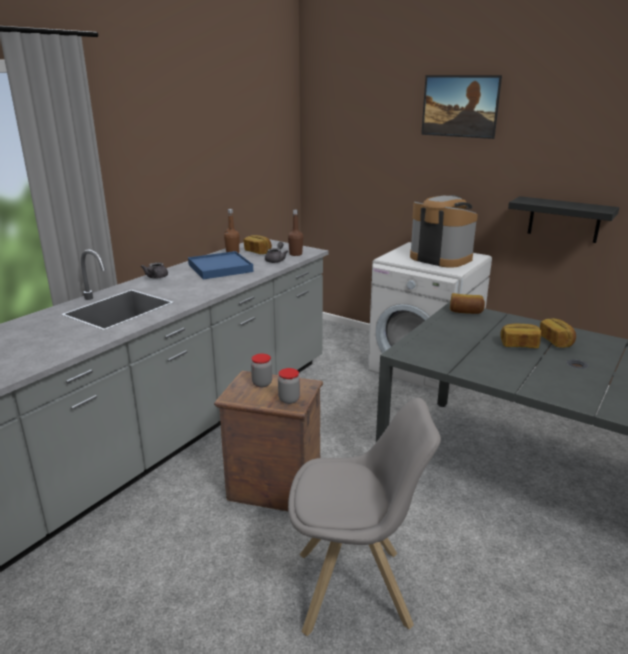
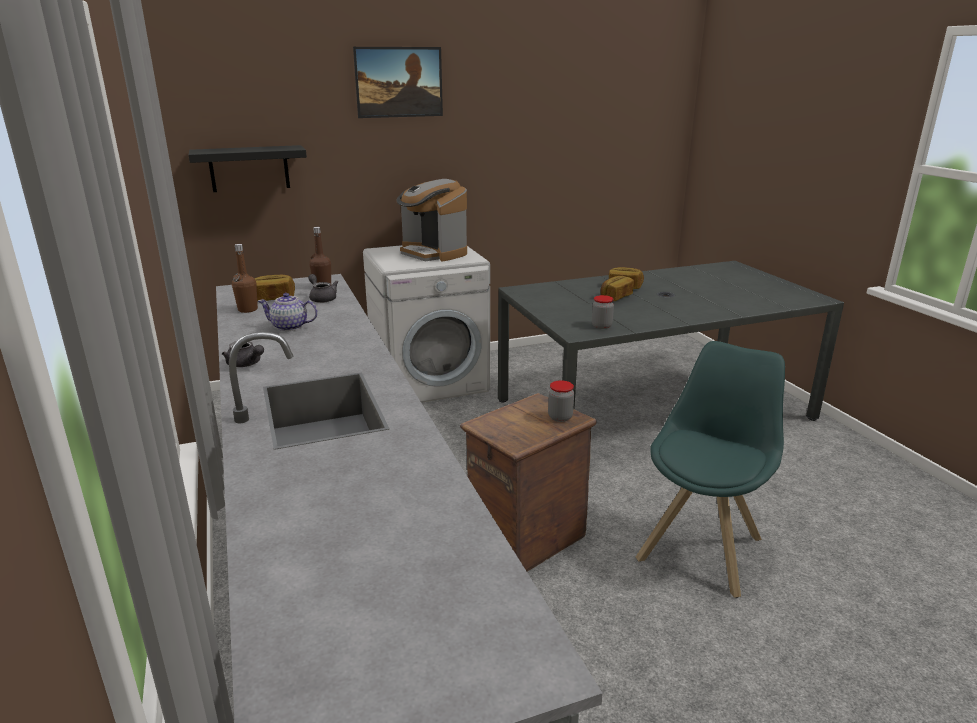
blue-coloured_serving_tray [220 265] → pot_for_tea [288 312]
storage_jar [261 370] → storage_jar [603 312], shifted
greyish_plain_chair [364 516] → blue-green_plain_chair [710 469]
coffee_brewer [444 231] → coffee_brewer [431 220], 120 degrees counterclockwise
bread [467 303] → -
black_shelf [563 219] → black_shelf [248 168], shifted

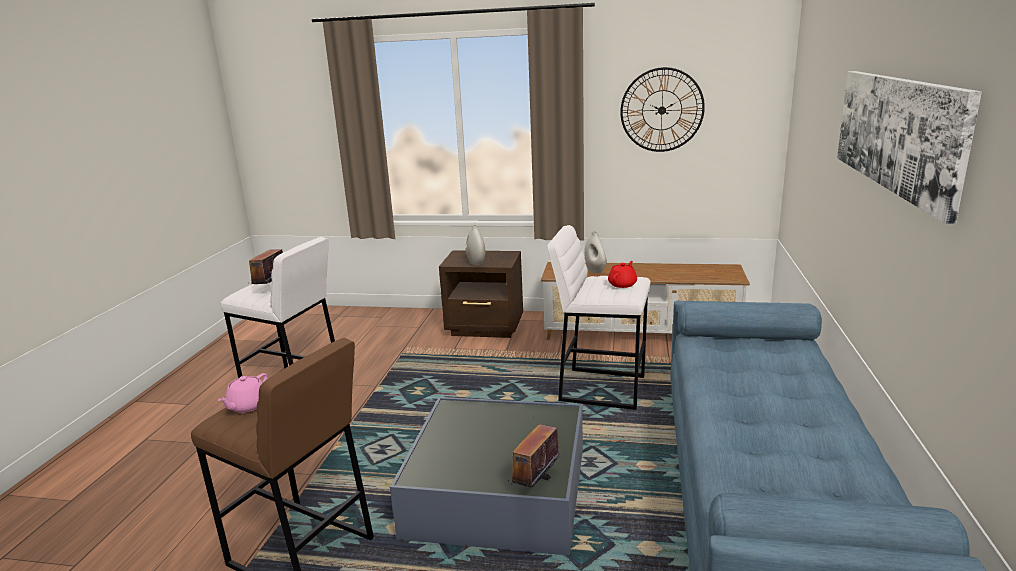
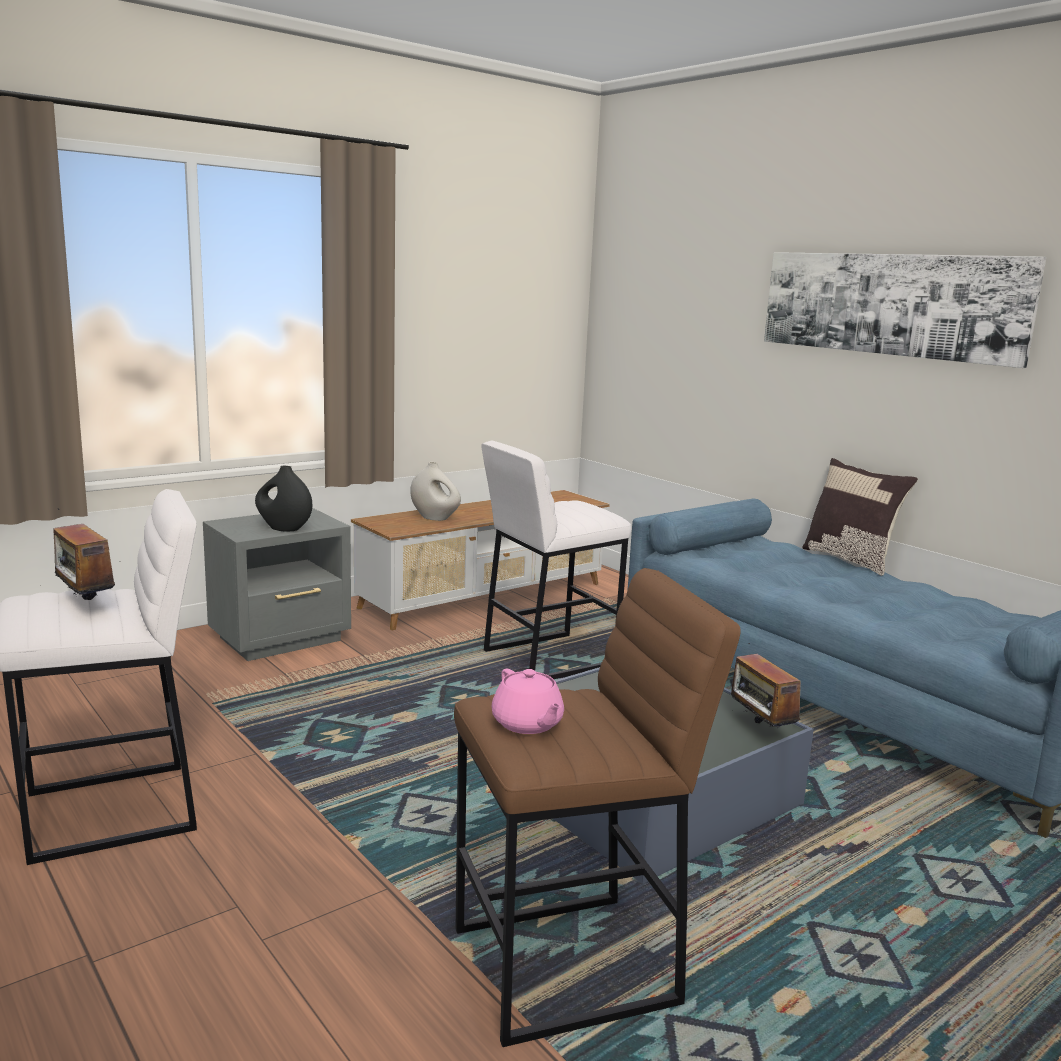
brown_nightstand [481 294] → greyish_nightstand [277 584]
whitish_flower_vase [475 244] → black_flower_vase [283 499]
red-coloured_pot_for_tea [622 274] → -
hanging_clock [662 109] → -
- → throw_pillow [860 517]

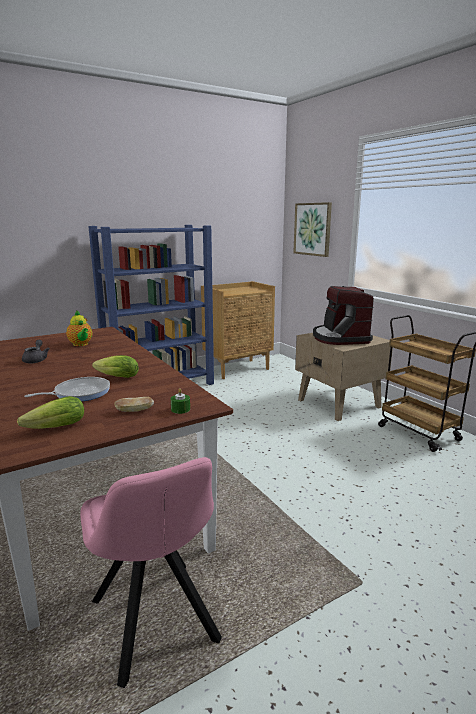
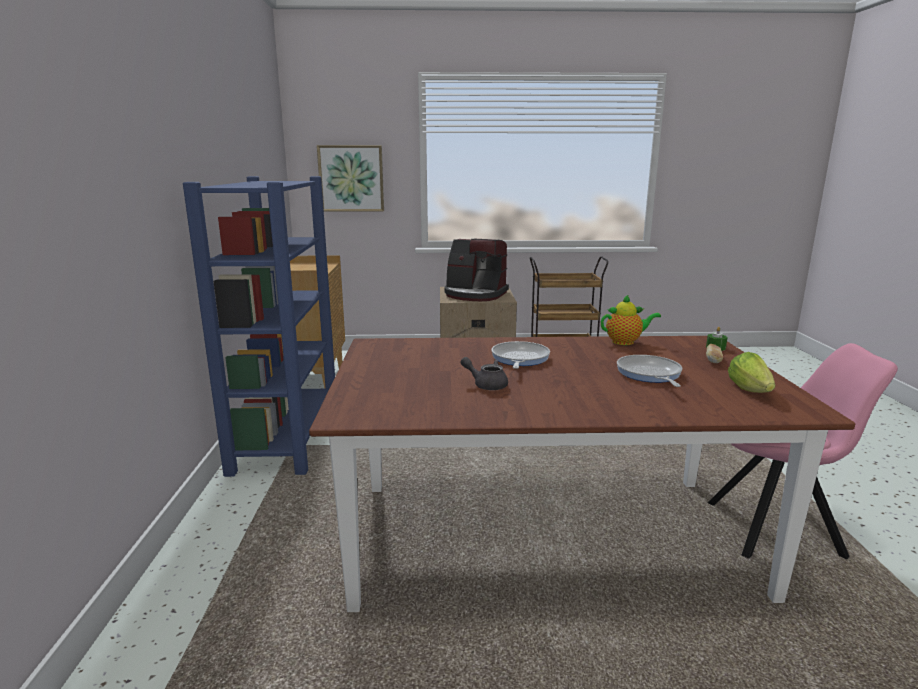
pot_for_tea [79 328] → pot_for_tea [631 319], shifted
head_of_lettuce [115 366] → -
- → skillet [521 355]

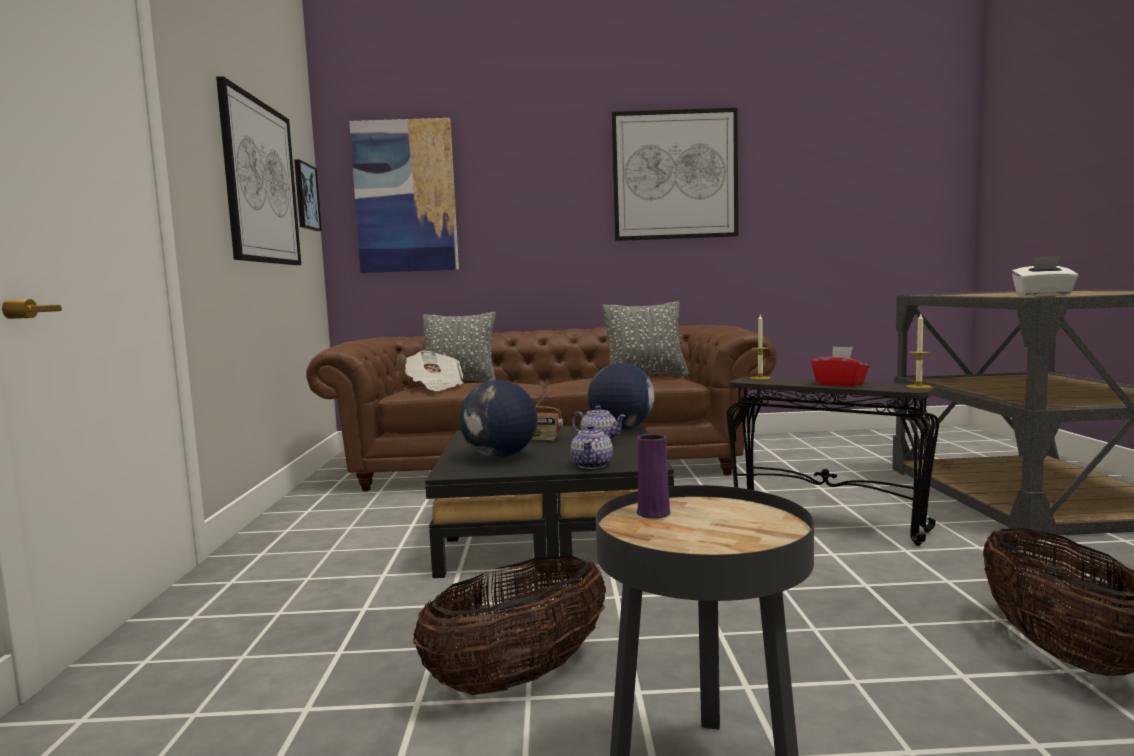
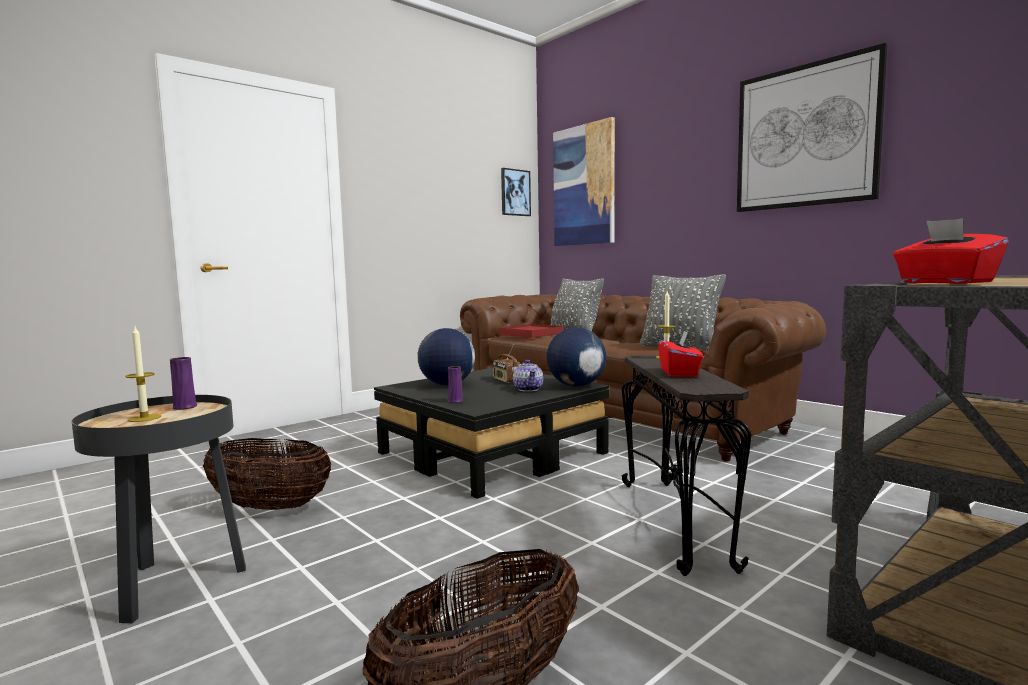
picture [258 170] → -
daily_paper [434 371] → red-coloured_serving_tray [531 331]
pot_for_tea [592 447] → purple_flower_vase [455 384]
wax_light [919 351] → wax_light [143 374], shifted
whitish_box_of_tissues [1045 276] → red-coloured_box_of_tissues [950 251]

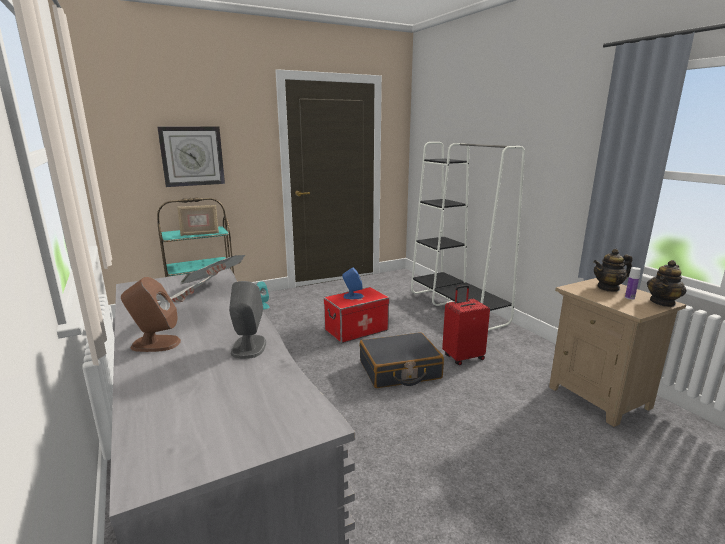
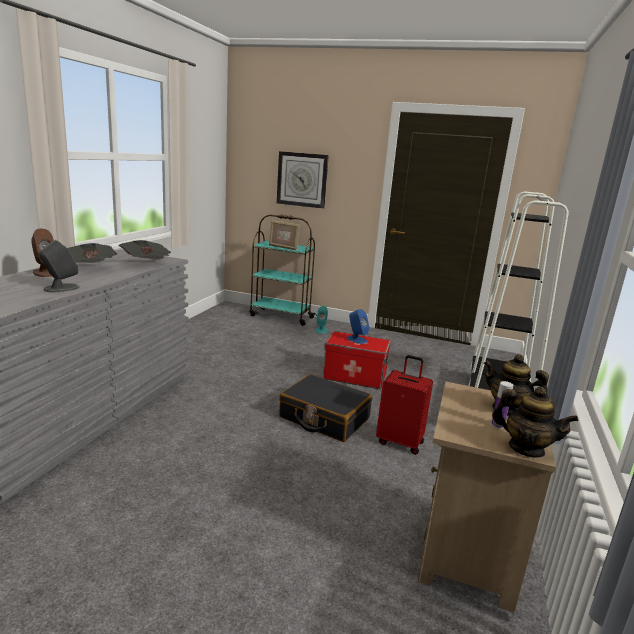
pot_for_tea [666 283] → pot_for_tea [535 422], 150 degrees counterclockwise

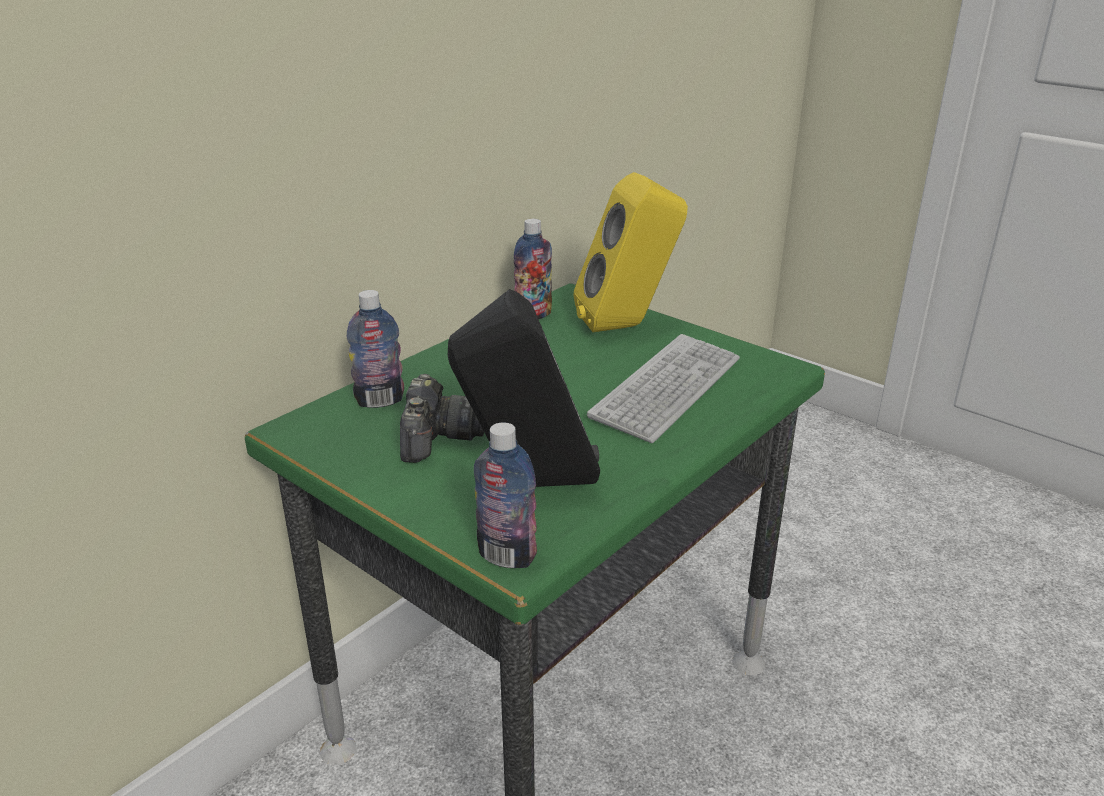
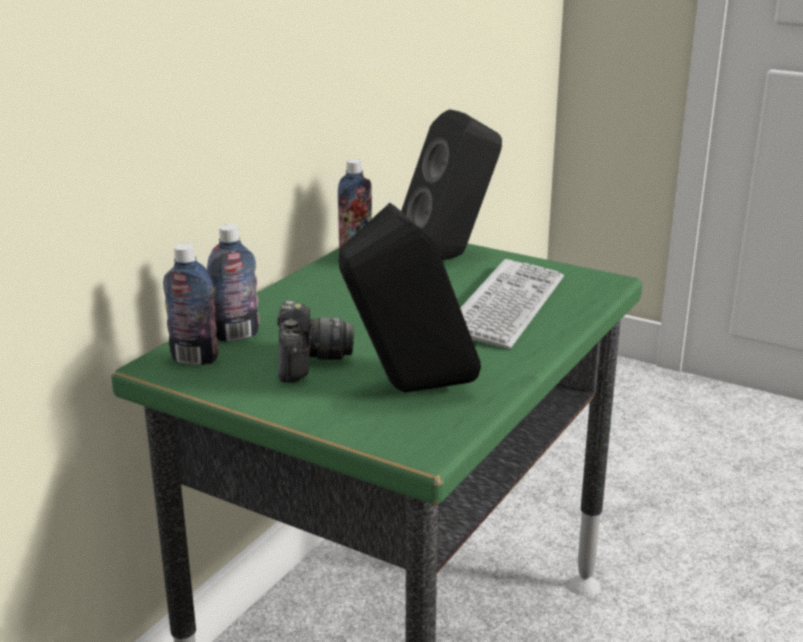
bottle [505 495] → bottle [190 304], shifted
yellowish_loudspeaker [630 252] → black_loudspeaker [451 184]

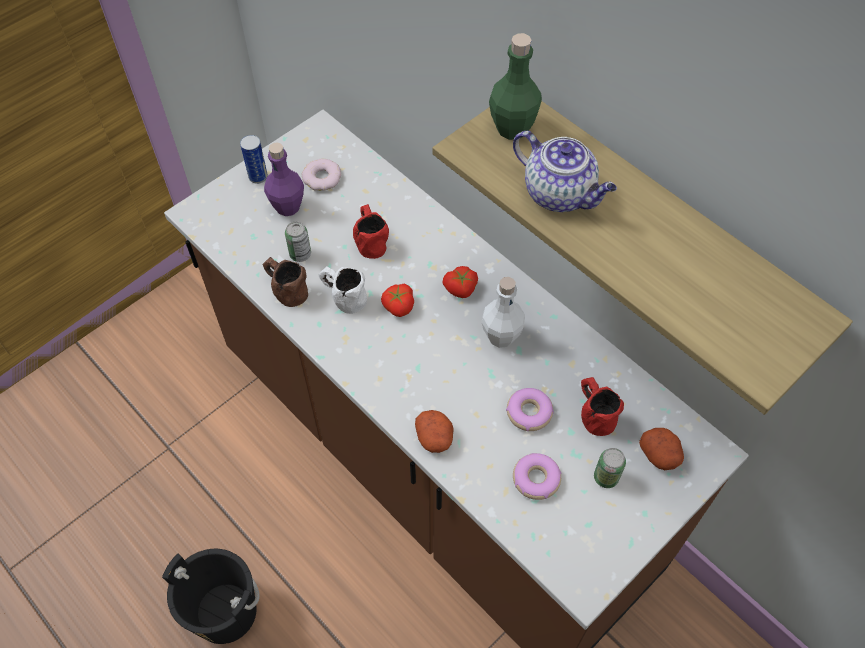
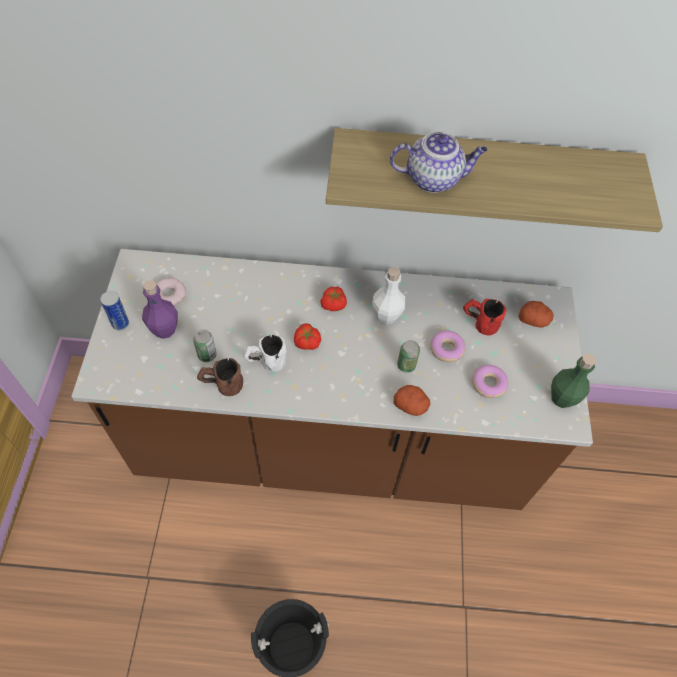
red-coloured_coffee_mug [371 231] → -
greenish_bottle [515 86] → greenish_bottle [573 381], shifted
metal_can [610 468] → metal_can [408 356], shifted

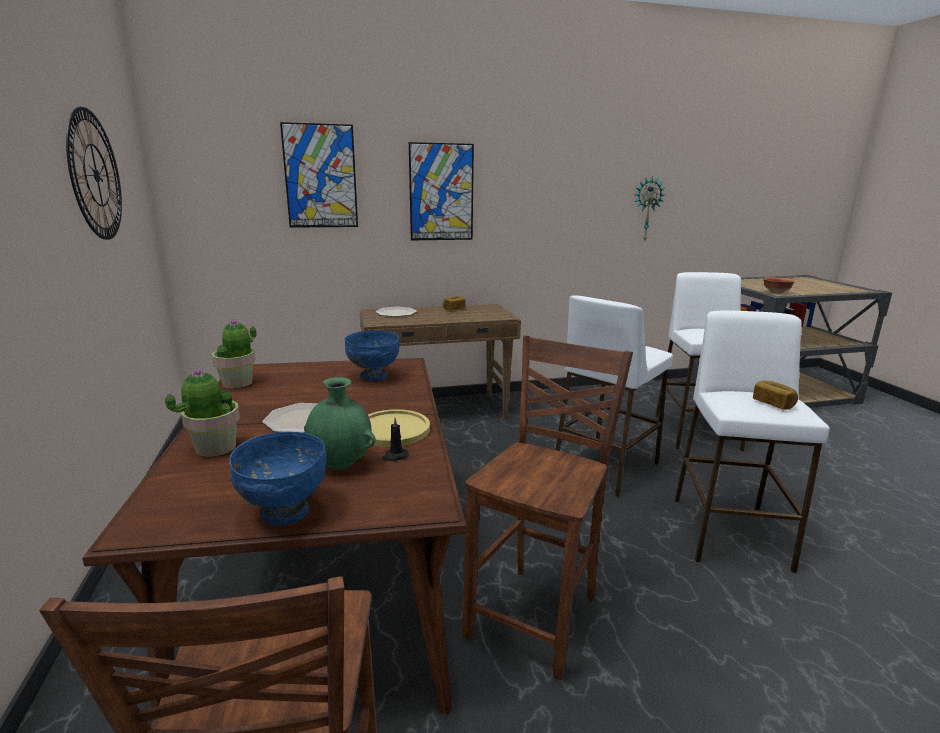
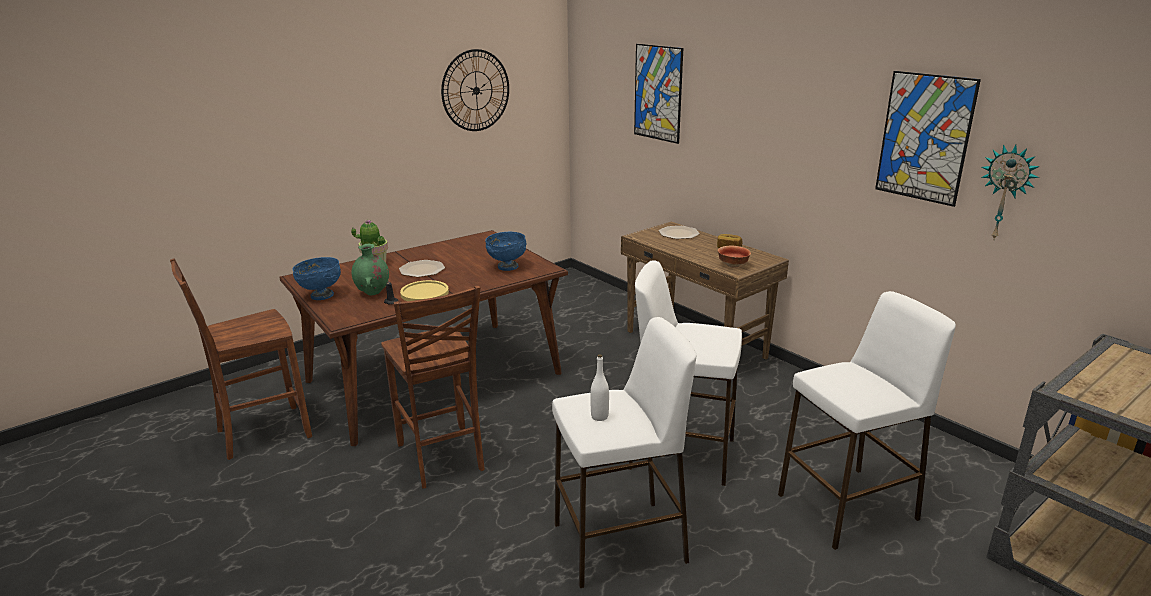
houseplant [234 354] → -
picture [441 191] → picture [928 139], shifted
brown_plain_chair [547 508] → brown_plain_chair [433 387], 60 degrees clockwise
bread [775 395] → whitish_bottle [600 387]
serving_bowl [779 285] → serving_bowl [734 257], shifted

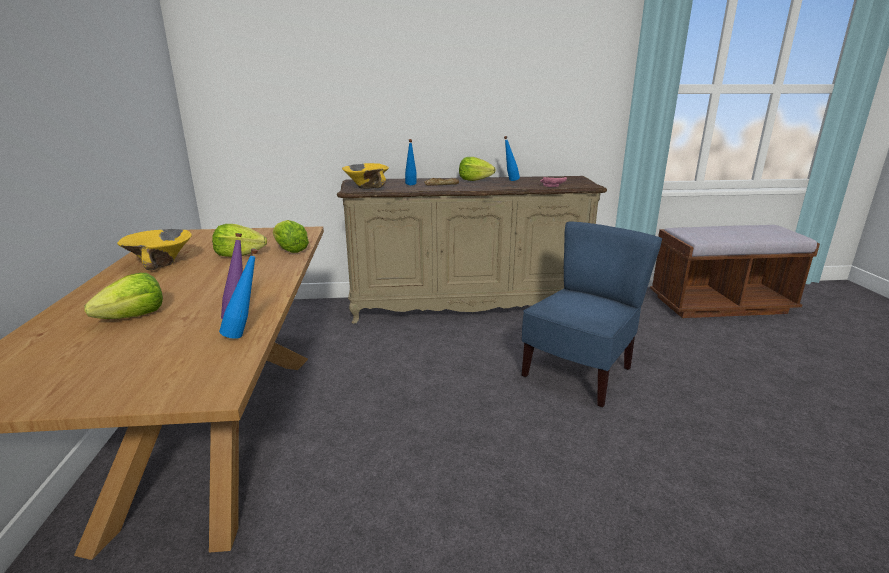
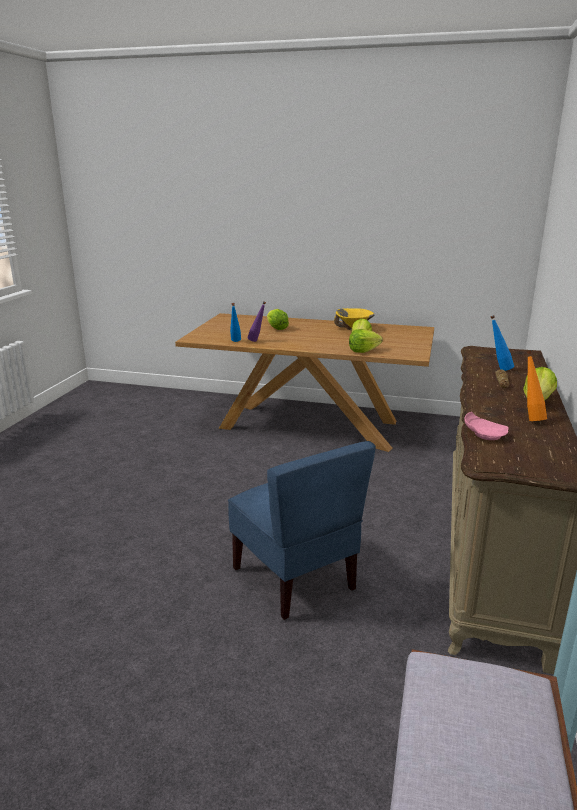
yellowish_serving_bowl [365 176] → -
blue-coloured_bottle [512 158] → orange_bottle [536 386]

